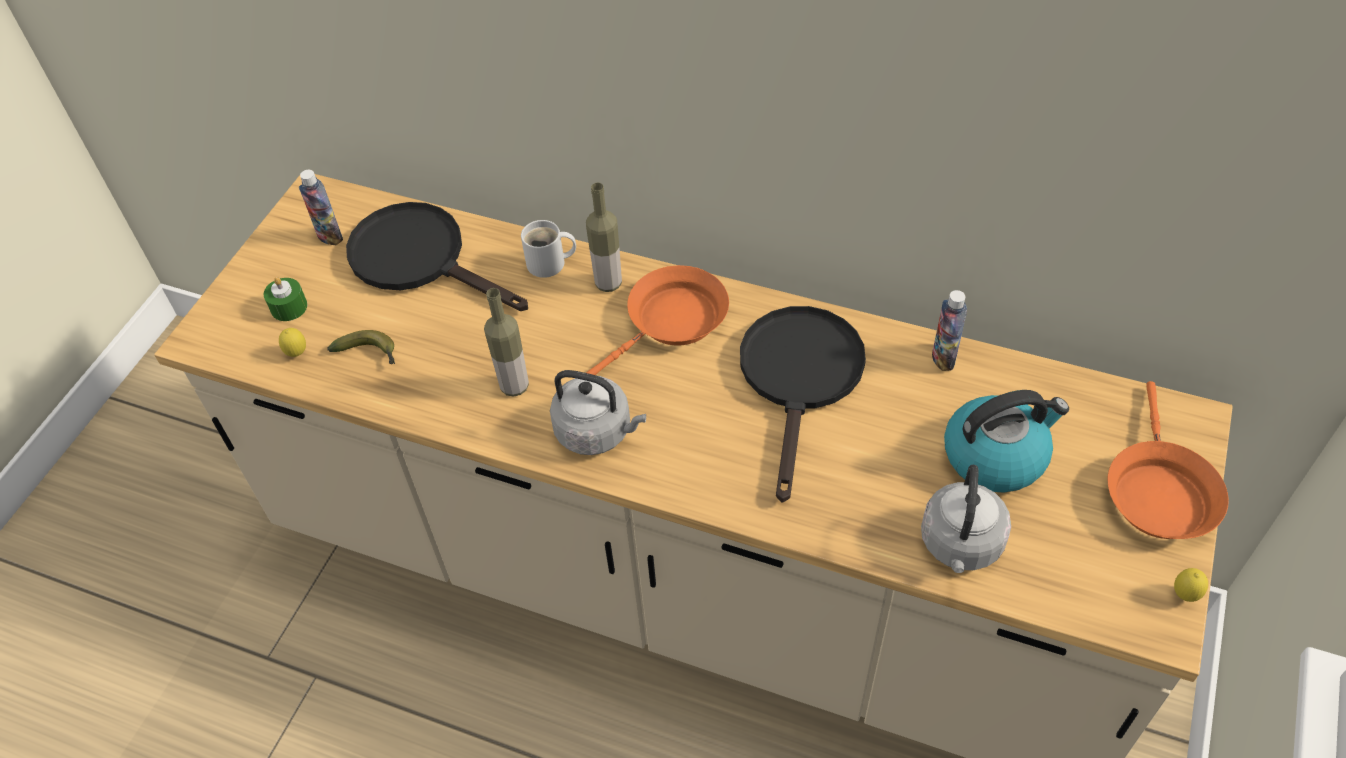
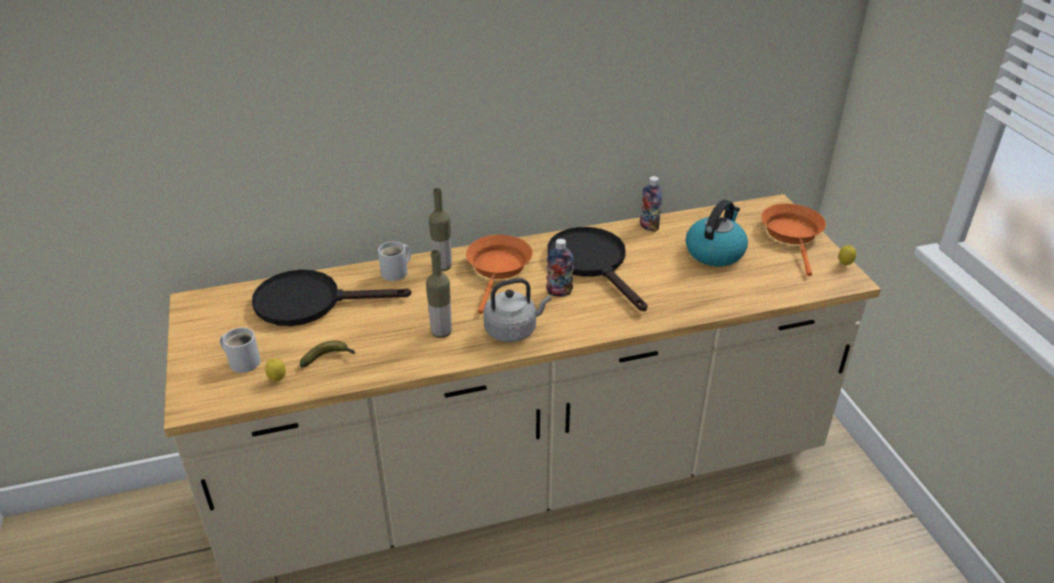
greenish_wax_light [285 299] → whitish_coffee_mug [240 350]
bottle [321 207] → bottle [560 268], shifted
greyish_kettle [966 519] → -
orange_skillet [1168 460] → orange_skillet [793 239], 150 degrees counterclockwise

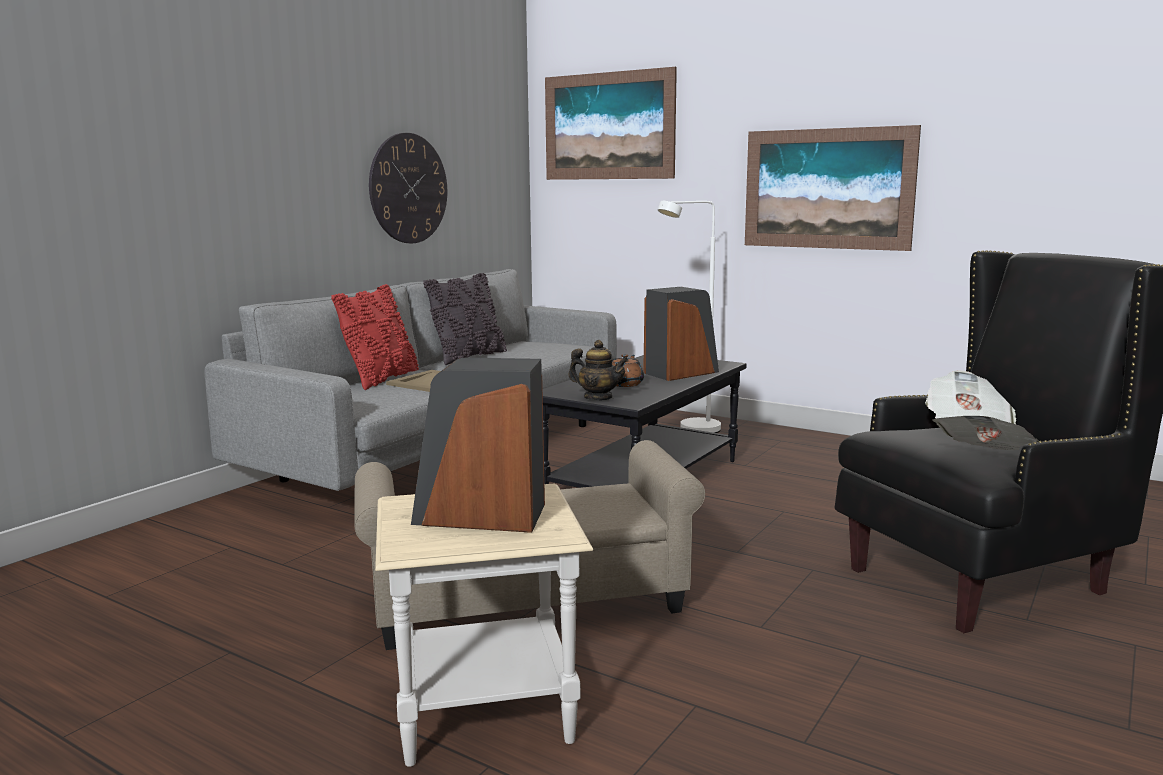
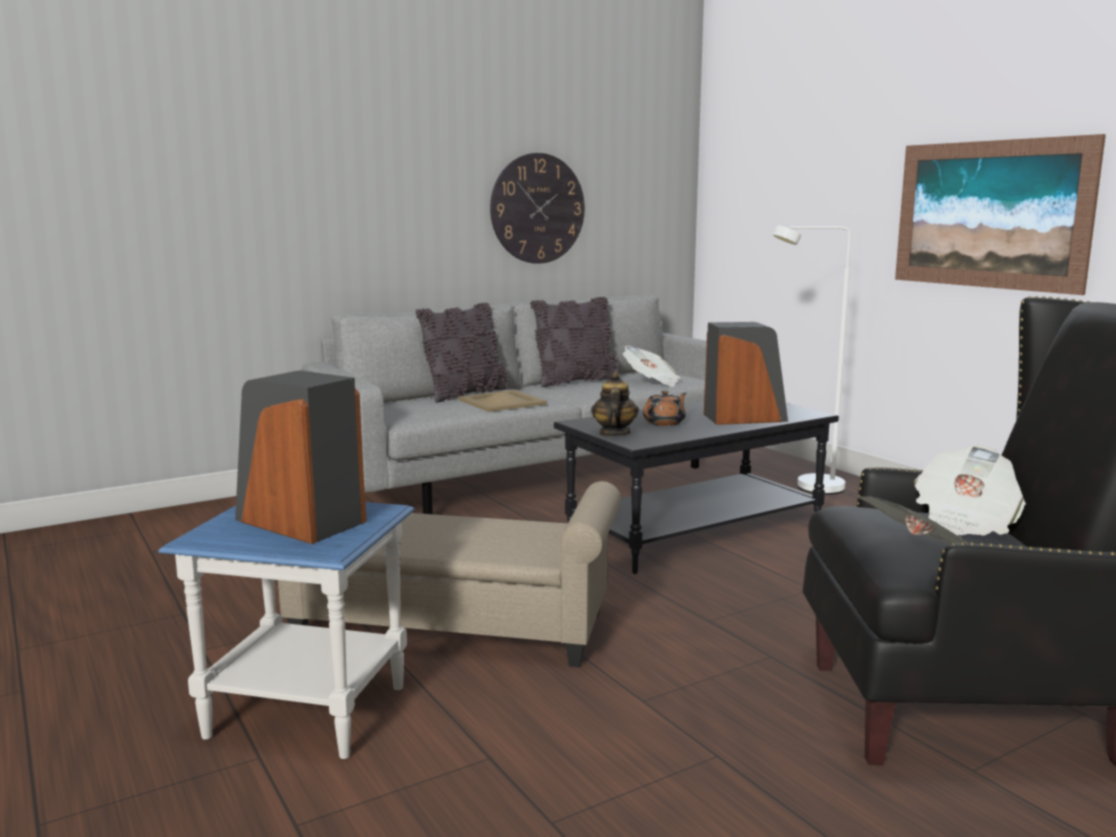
red-coloured_throw_pillow [375 337] → black_throw_pillow [462 352]
sand-coloured_side_table [484 625] → blue-coloured_side_table [286 630]
picture [611 123] → -
pot_for_tea [598 370] → pot_for_tea [615 403], 135 degrees counterclockwise
- → daily_paper [651 366]

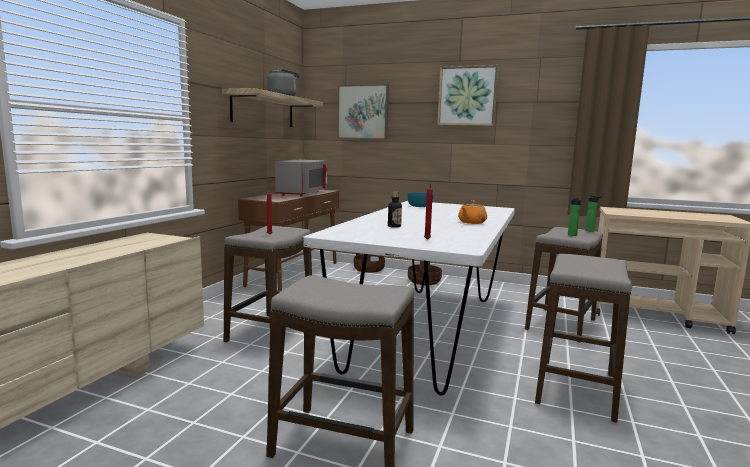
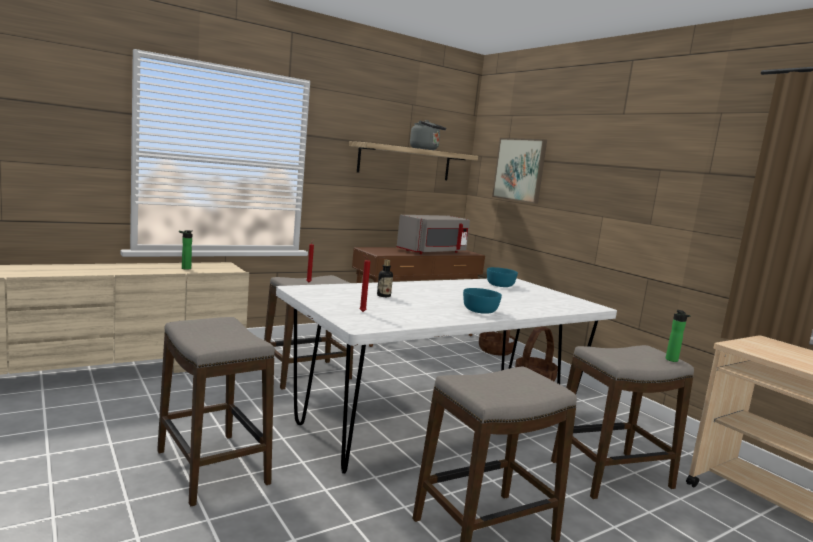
picture [468 95] → -
orange_pot_for_tea [472 212] → blue-green_serving_bowl [482 301]
bottle [574 216] → bottle [185 250], shifted

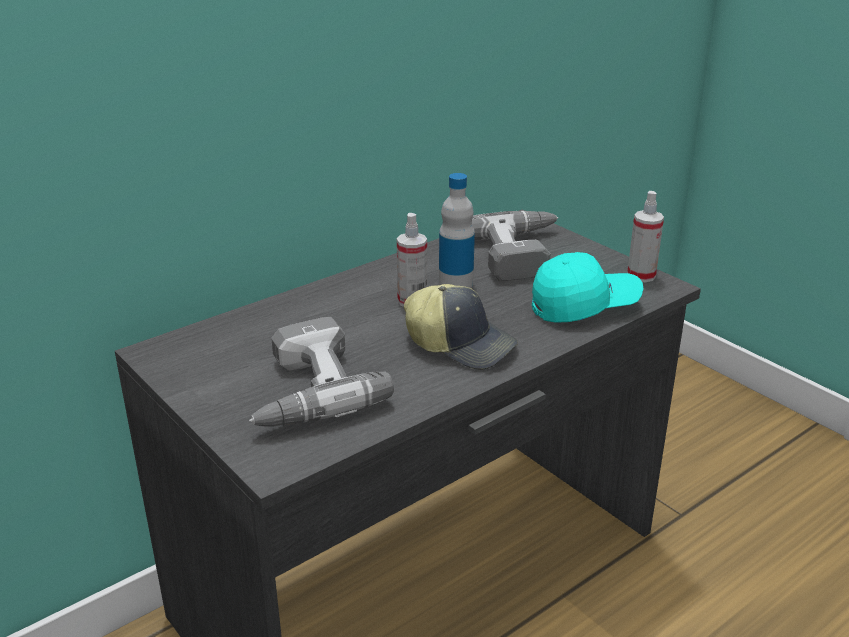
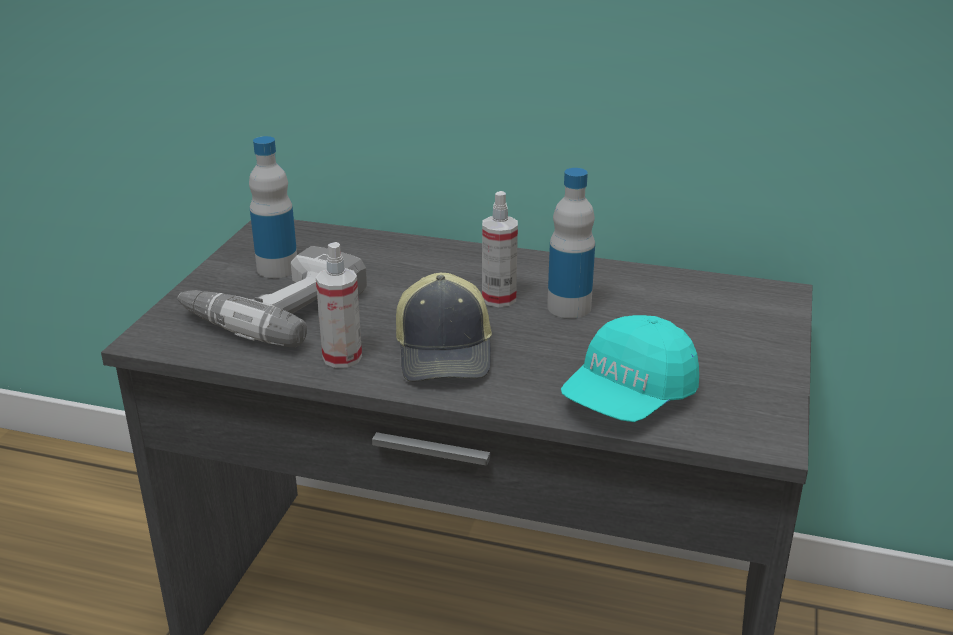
electric_drill [515 246] → -
blue-green_baseball_cap [587 287] → blue-green_baseball_cap [630 368], 90 degrees clockwise
sprayer [645 236] → sprayer [339 305], shifted
- → bottle [273 207]

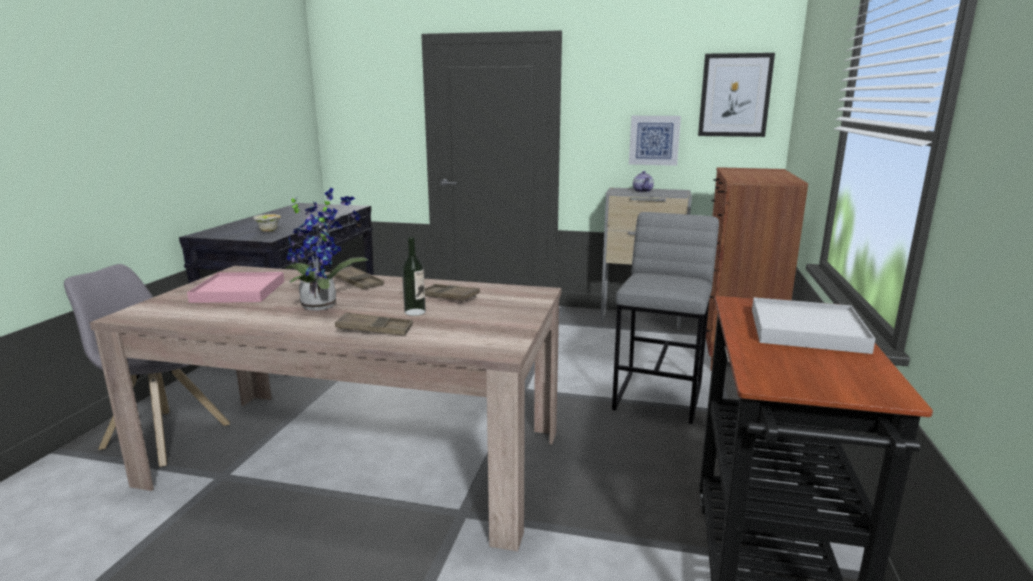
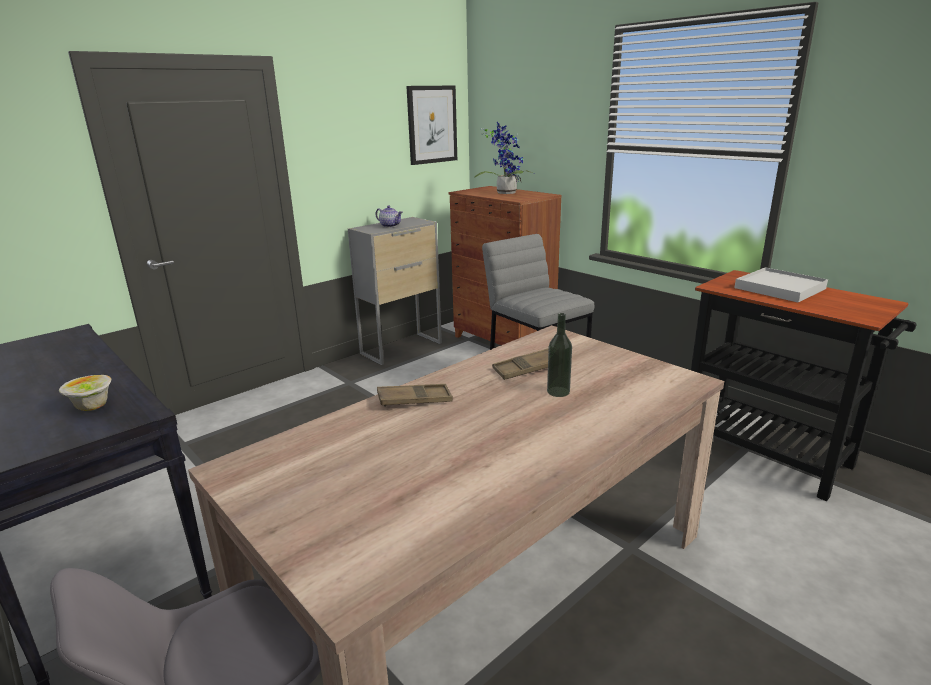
pinkish_serving_tray [235 287] → -
houseplant [326 249] → houseplant [504 157], shifted
brown_serving_tray [374 323] → -
picture [655 141] → -

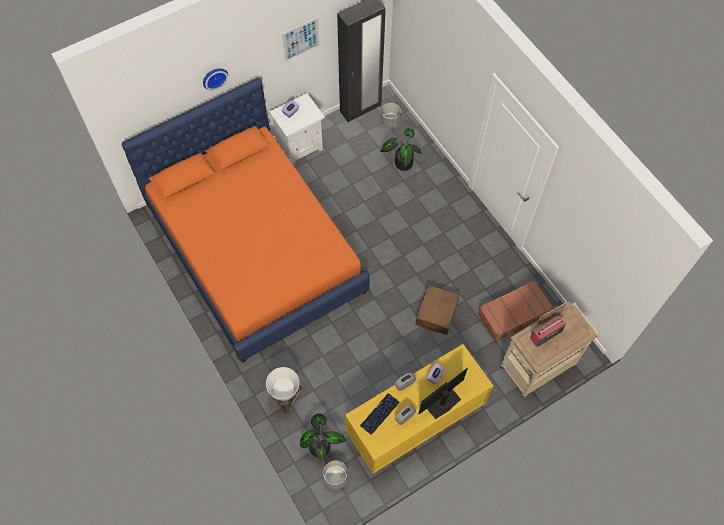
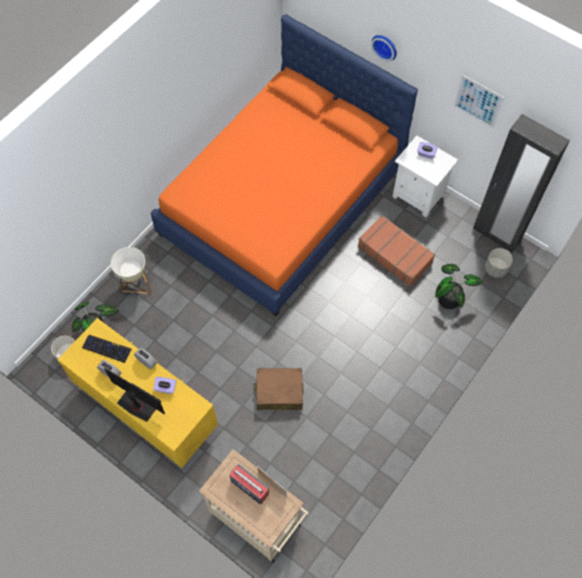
brown_travel_case [515 311] → brown_travel_case [397 251], shifted

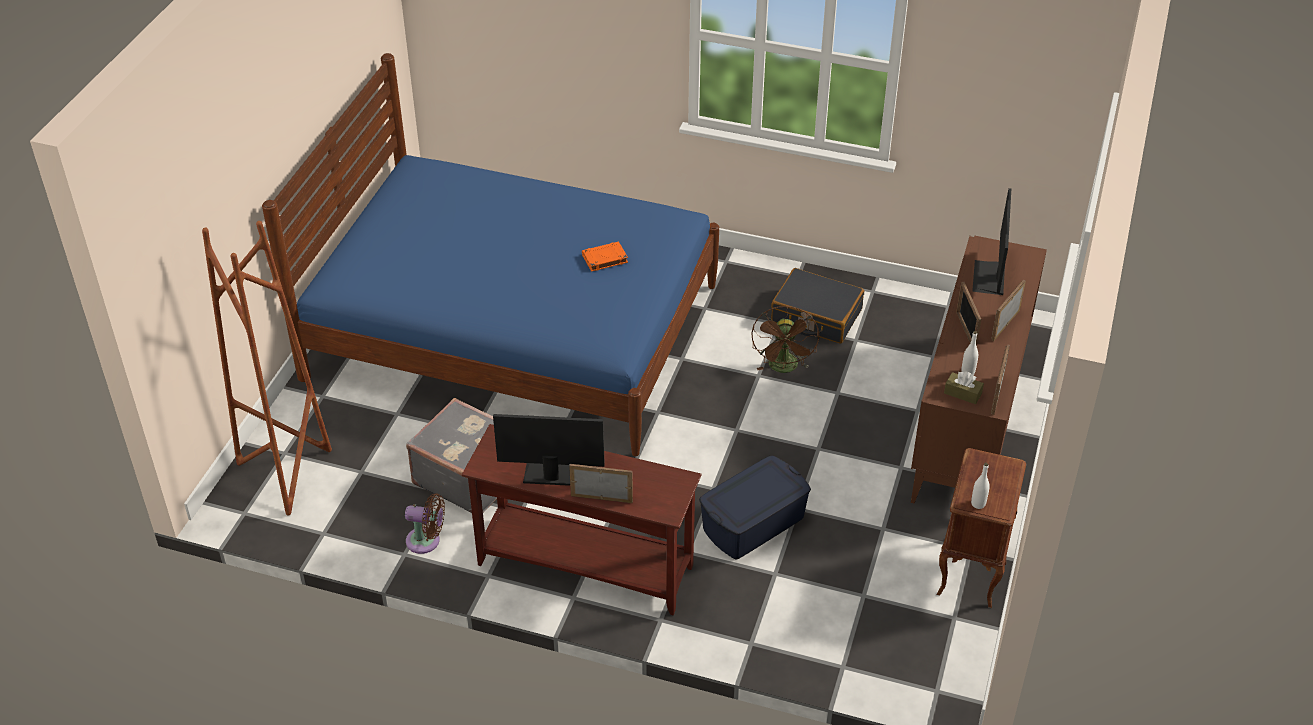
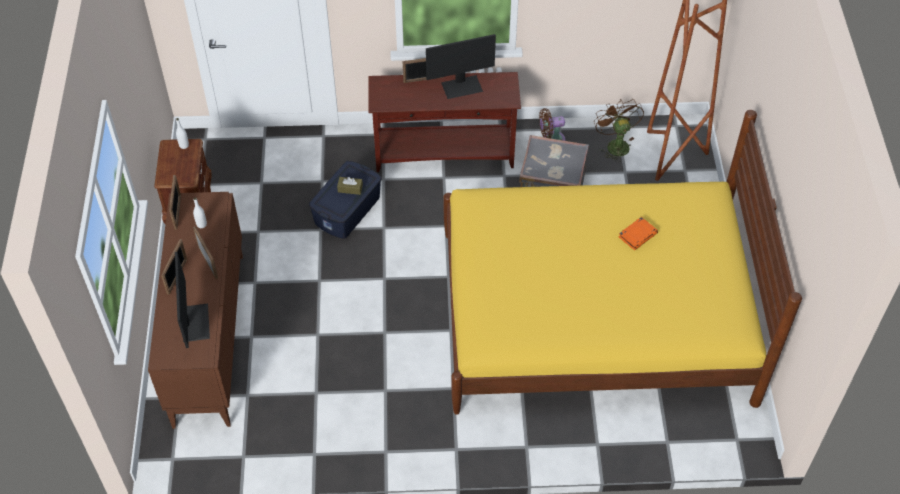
blue-coloured_bedroom_bed [490 254] → yellowish_bedroom_bed [622 262]
orange_book [605 257] → orange_book [638 233], shifted
brown_fan [785 339] → brown_fan [619 130], shifted
black_travel_case [817 305] → -
brown_box_of_tissues [964 387] → brown_box_of_tissues [350 186], shifted

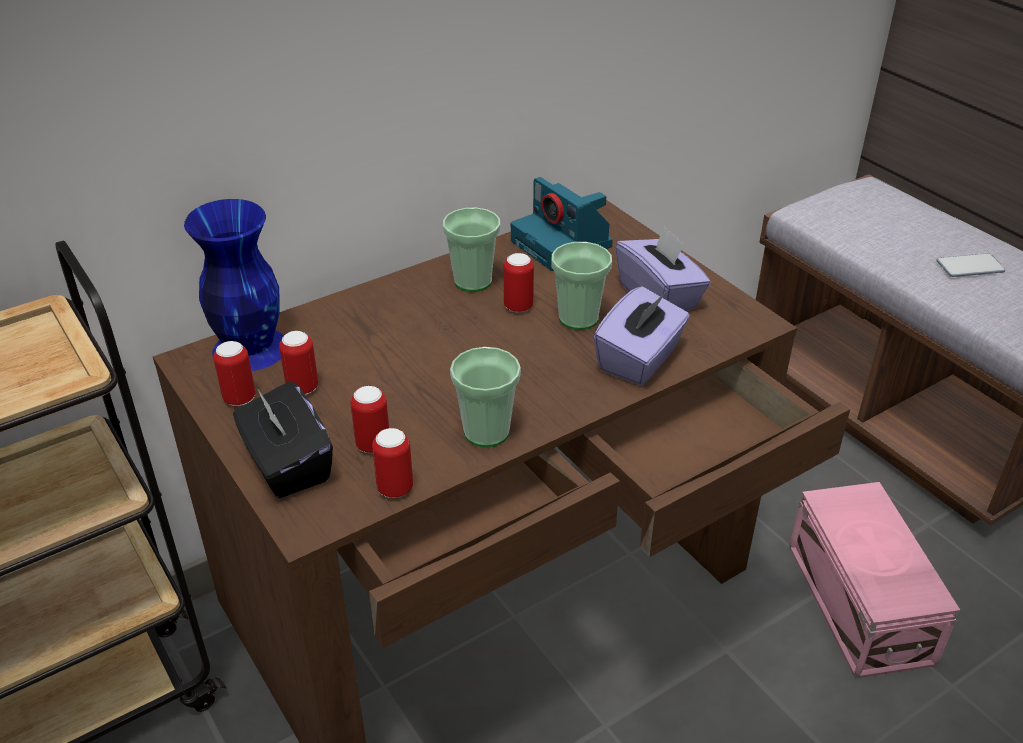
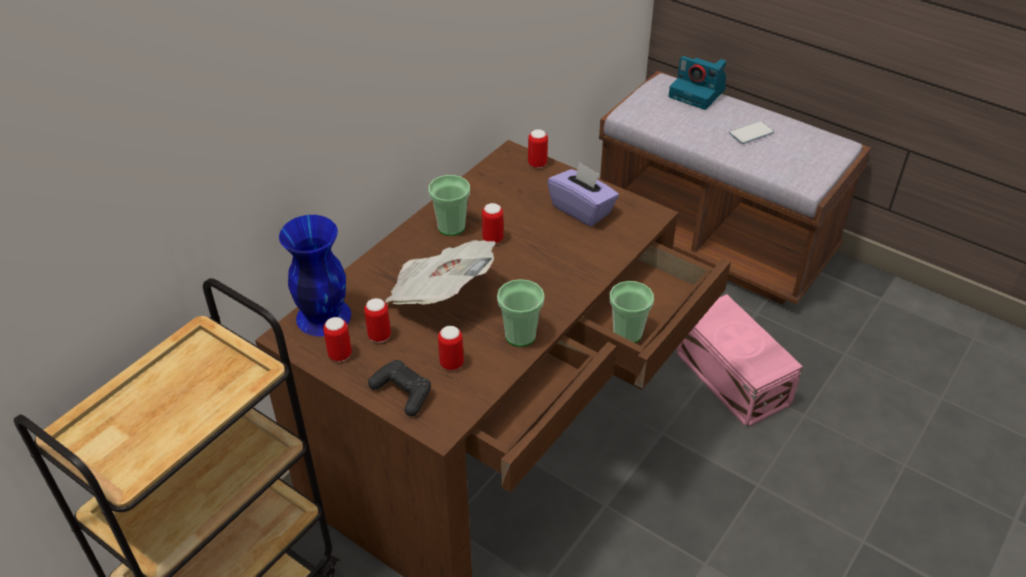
black_box_of_tissues [283 439] → black_game_controller [399 388]
metal_can [392 463] → metal_can [538 148], shifted
still_camera [562 224] → still_camera [697 83], shifted
small_cup [582 286] → small_cup [632 312], shifted
purple_box_of_tissues [642 336] → -
- → daily_paper [440 272]

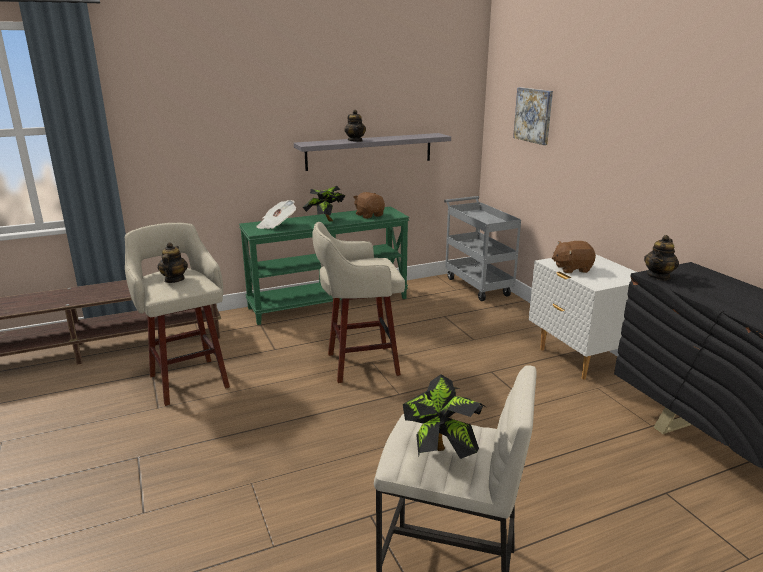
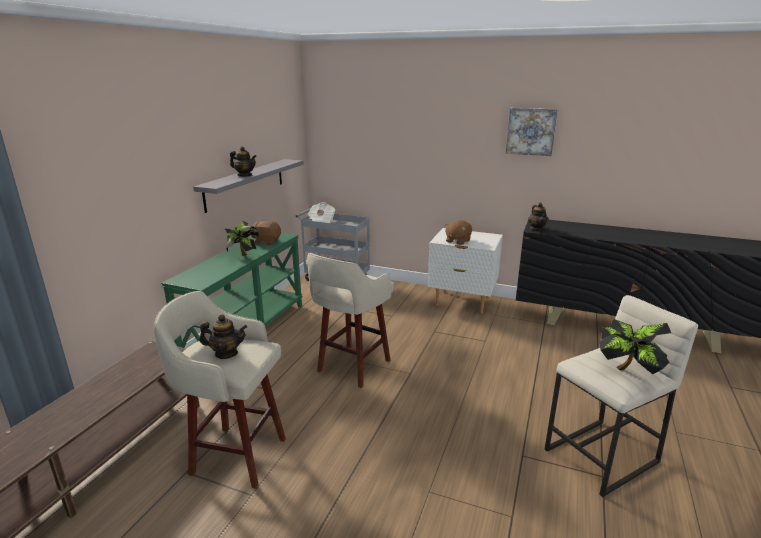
pot_for_tea [173 262] → pot_for_tea [223 336], 135 degrees clockwise
daily_paper [276 214] → daily_paper [321 212], shifted
picture [533 116] → picture [532 132], shifted

